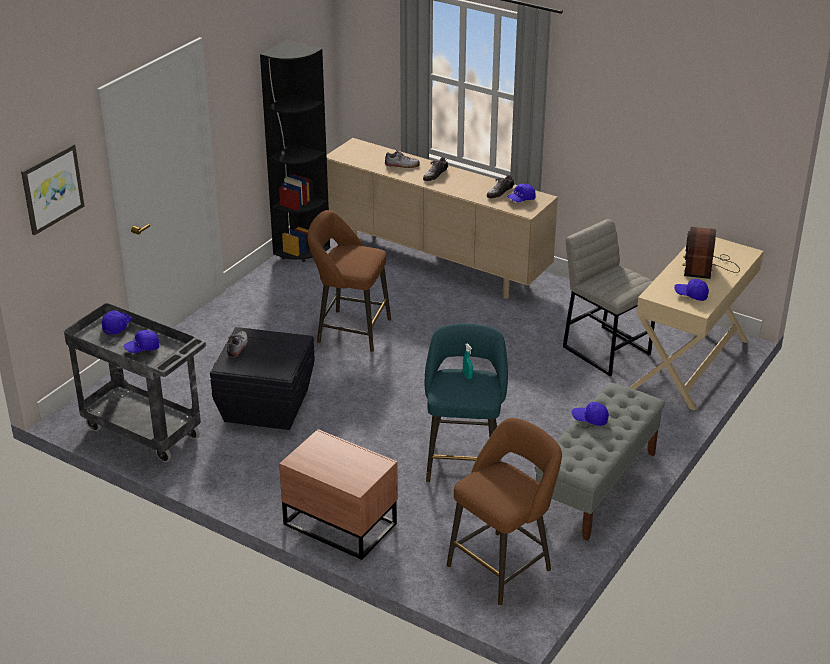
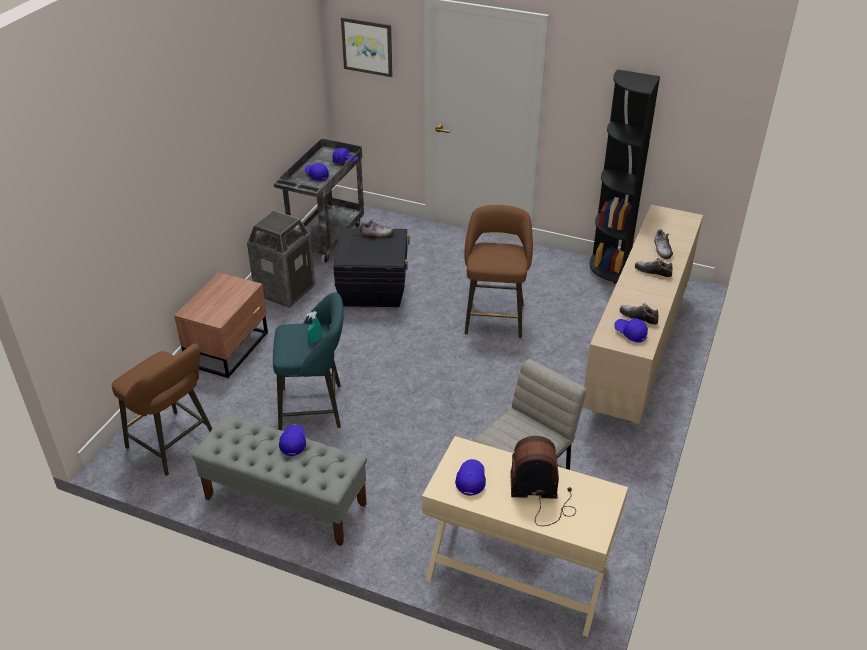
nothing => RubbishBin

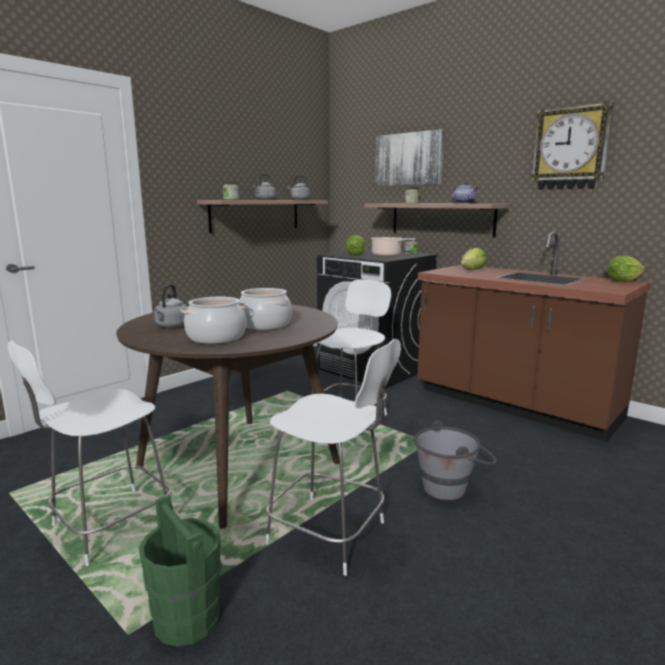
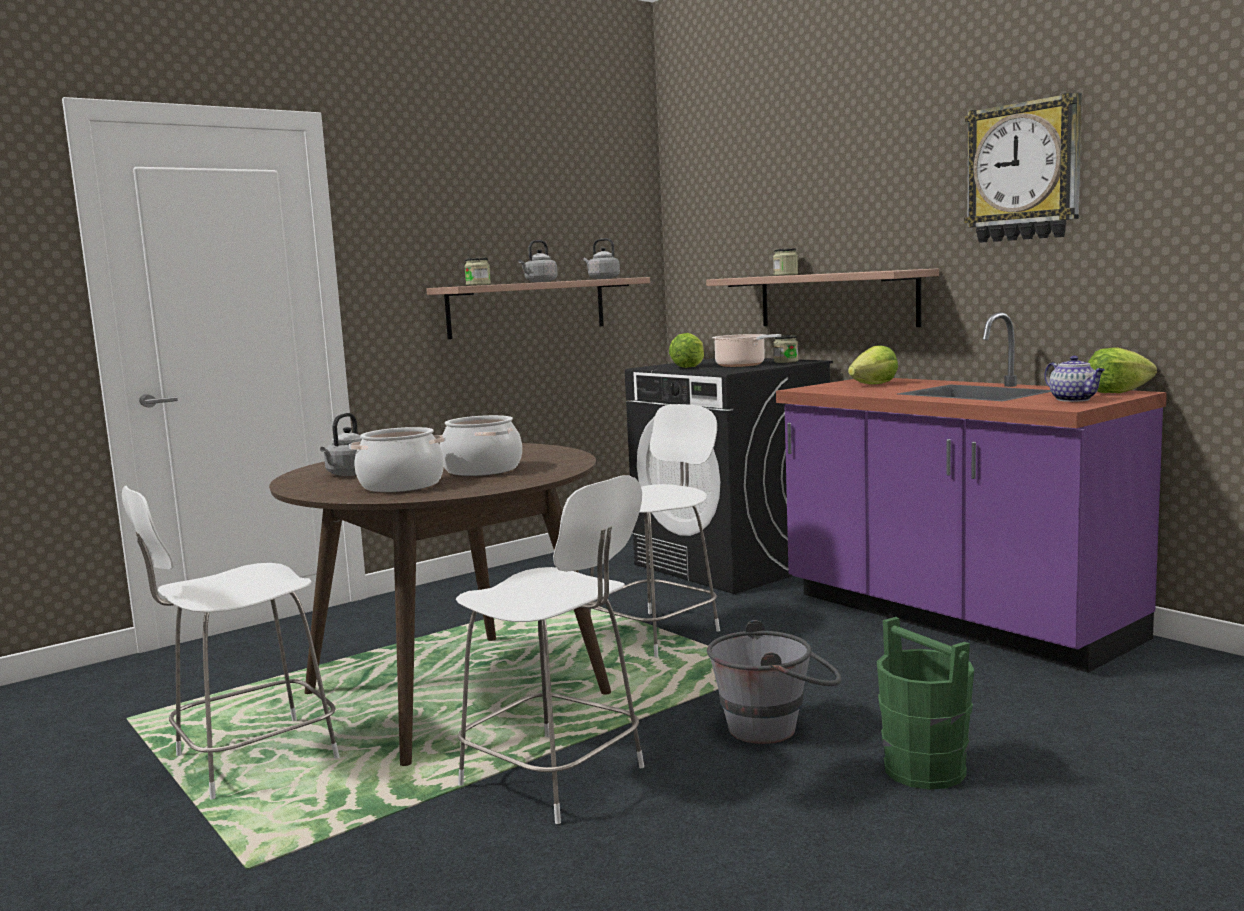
GreenBucket, move
WallArt => nothing
BrownColouredCounter => PurpleColouredCounter
TeaPot, move

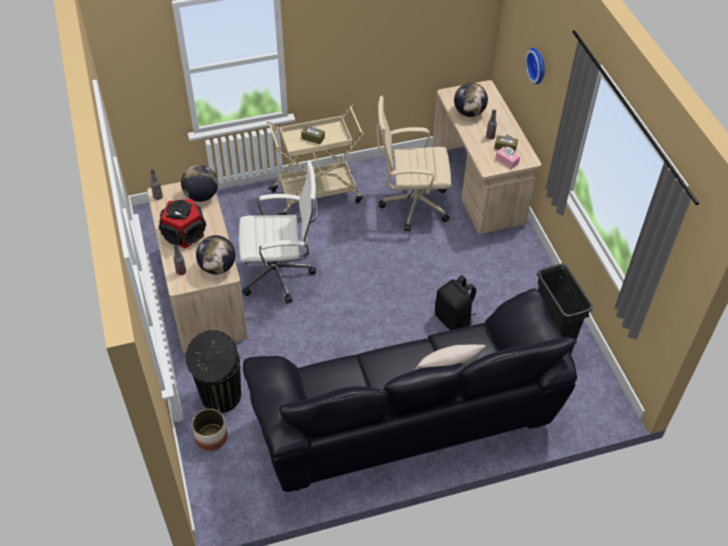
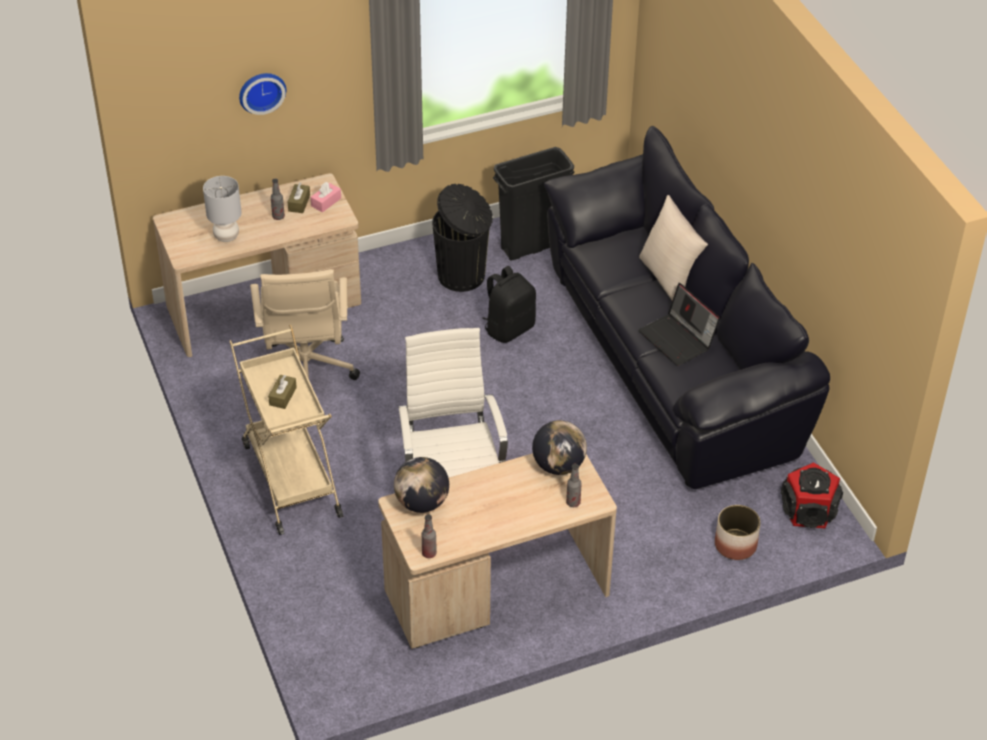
Loudspeaker, move
BlackRubbishBin (1st from left), move
DeskGlobe (3rd from left) => GrayTableLamp
nothing => Laptop

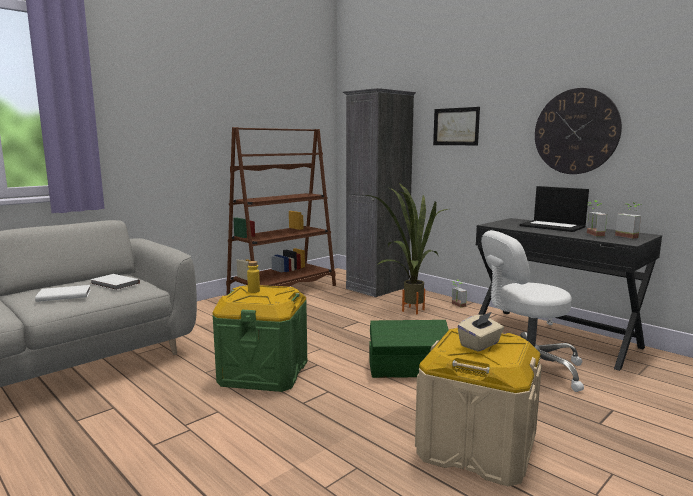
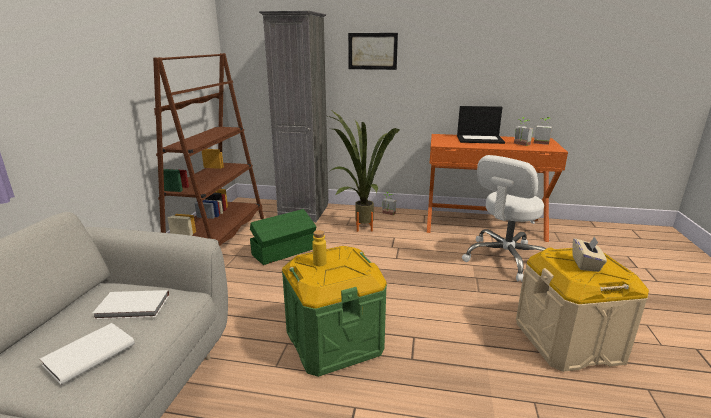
GreenStorageContainer (2nd from left in the first image) => GreenStorageContainer (1st from left), move
BlackDeskUnit => OrangeDeskUnit
HangingClock => nothing

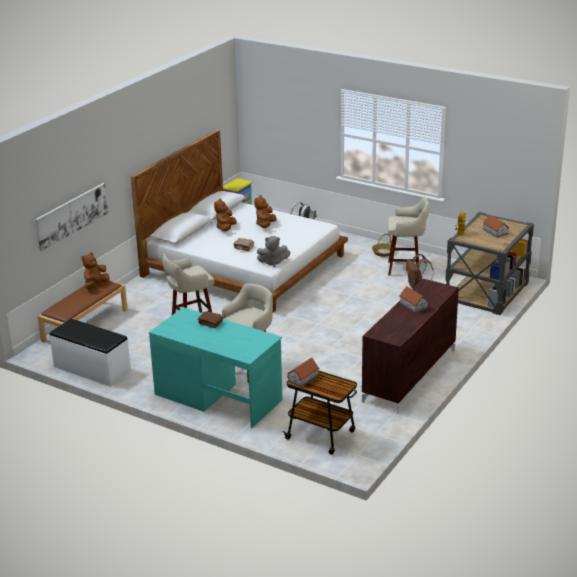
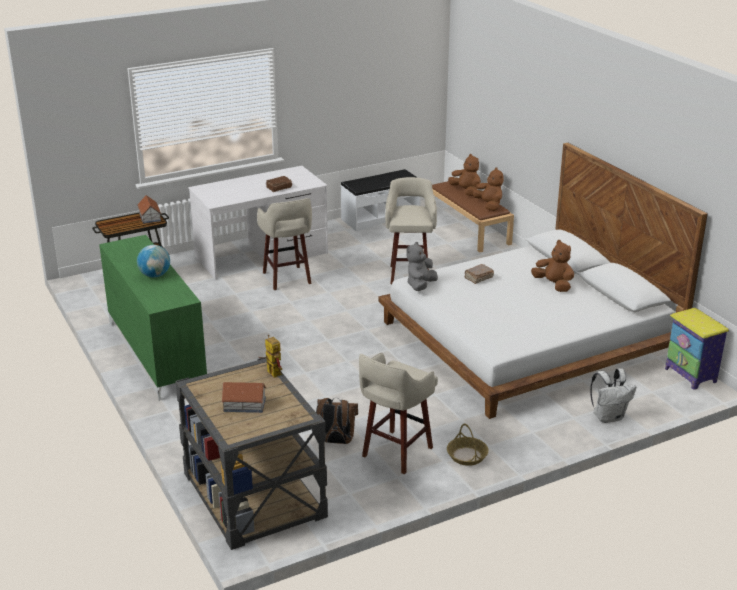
WallArt => nothing
TurquoiseColouredDeskUnit => WhitishDeskUnit
BrownColouredCuddlyToy (3rd from left in the first image) => BrownColouredCuddlyToy (1st from left), move
BrownColouredDresser => GreenDresser
ToyHouse (2nd from left) => DeskGlobe

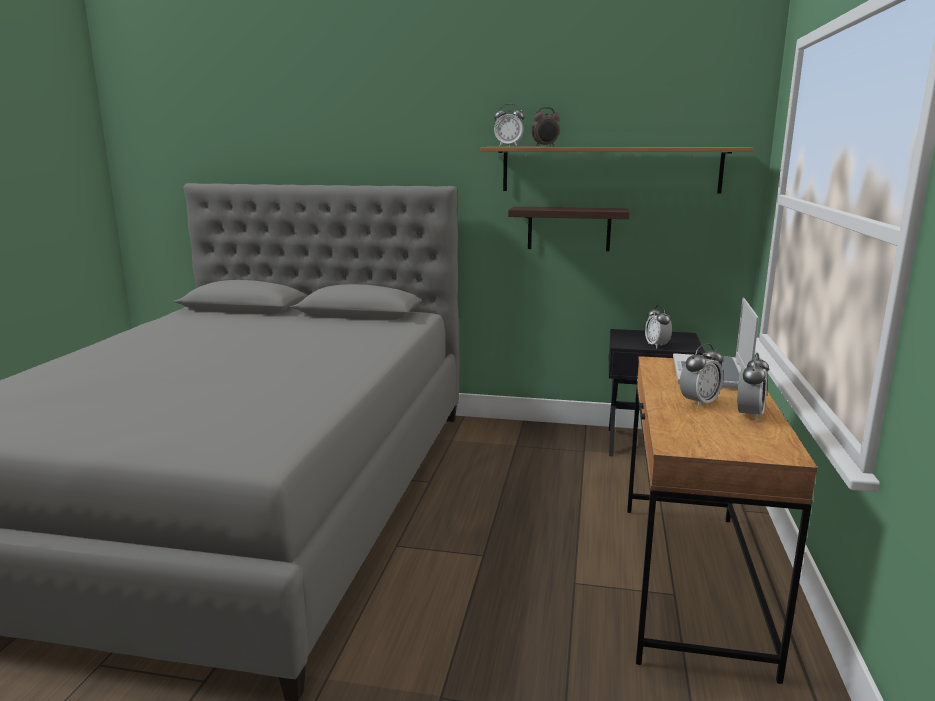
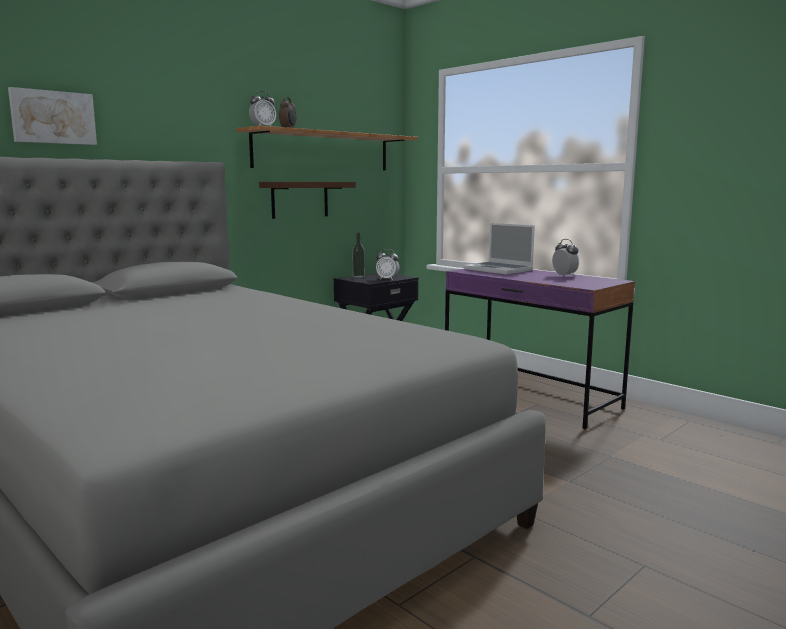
BrownColouredDeskUnit => PurpleColouredDeskUnit
AlarmClock (4th from left) => nothing
nothing => WallArt
nothing => DrinkBottle

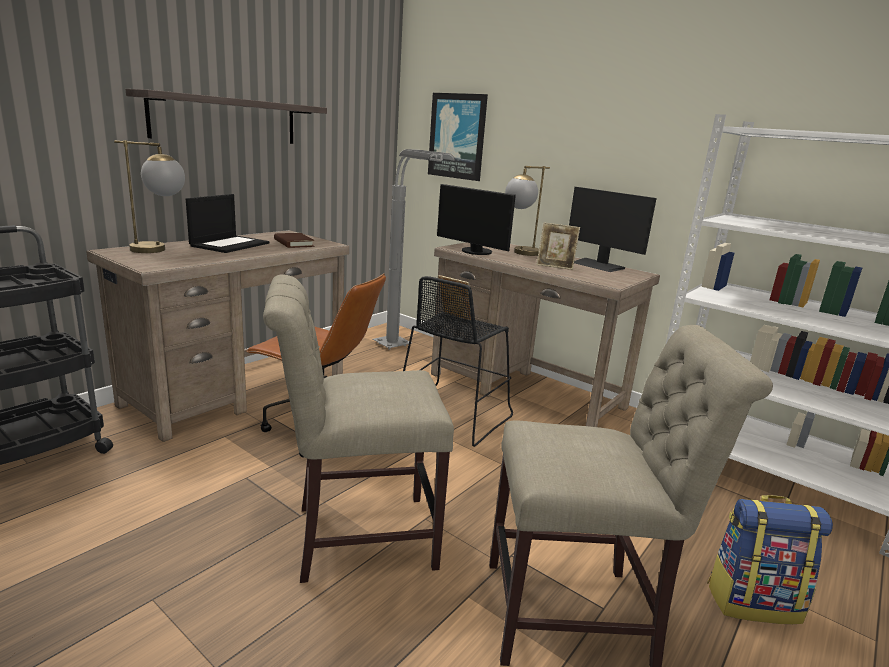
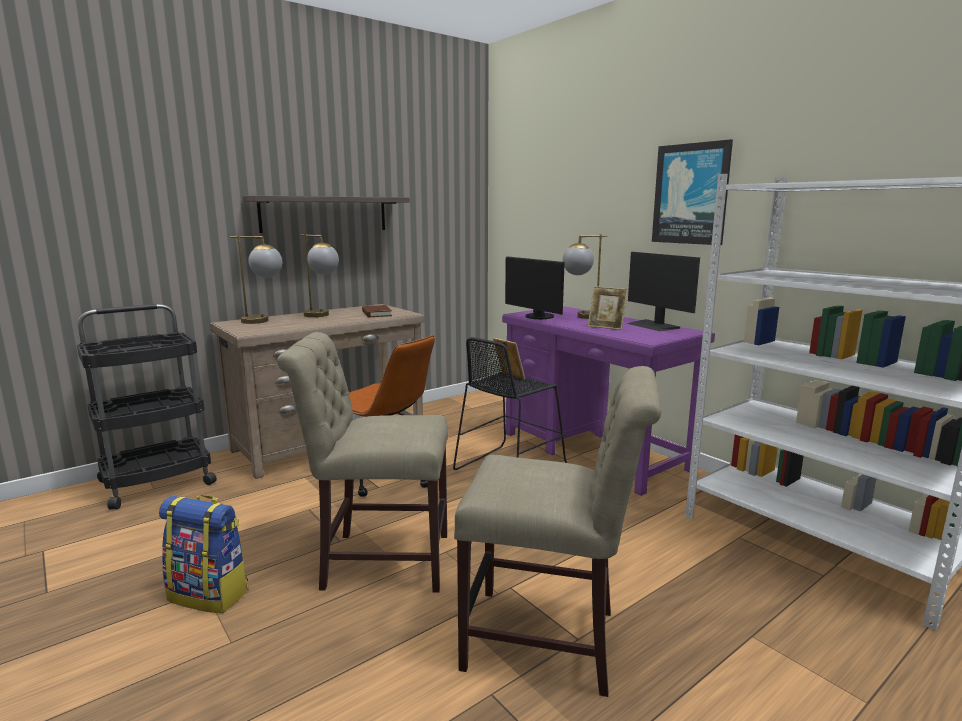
Laptop => TableLamp (2nd from left)
GrayStandardLamp => nothing
WallArt, move
BrownColouredDeskUnit (2nd from left) => PurpleColouredDeskUnit
Knapsack, move

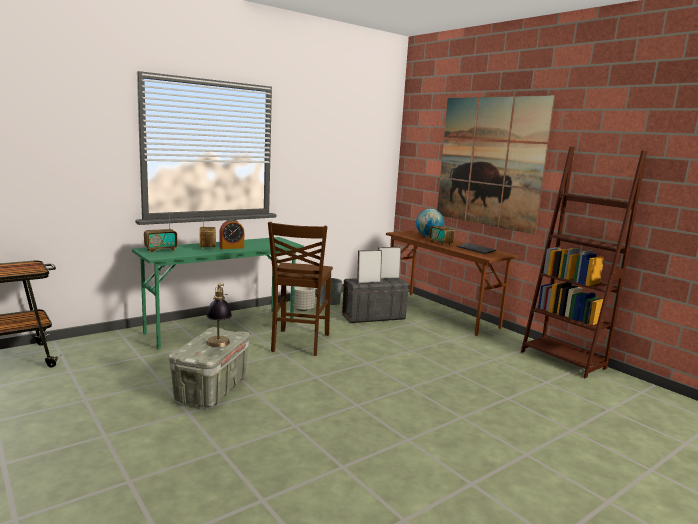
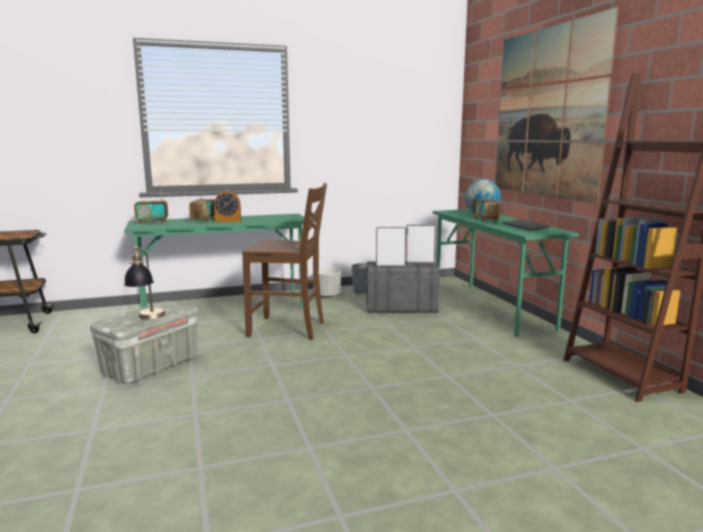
BrownColouredPlainChair, 105 degrees counterclockwise
BrownColouredDeskUnit => GreenDeskUnit (2nd from left)

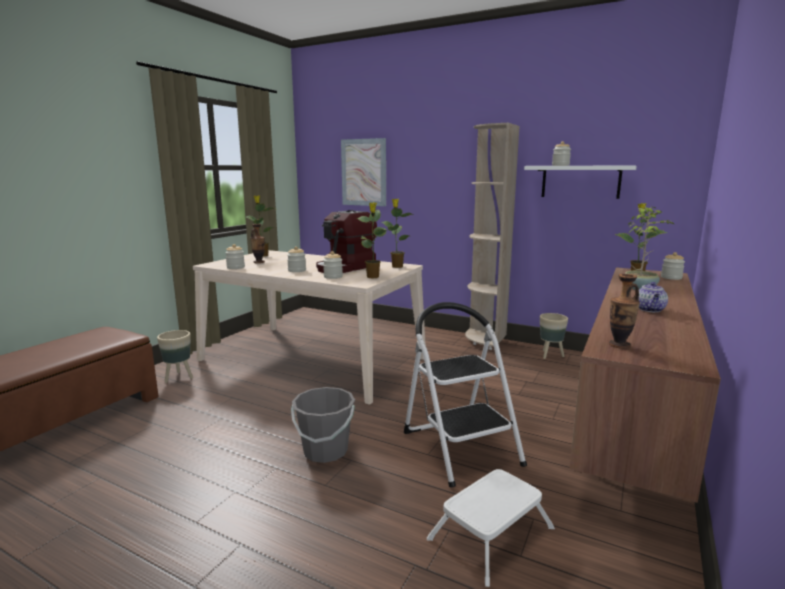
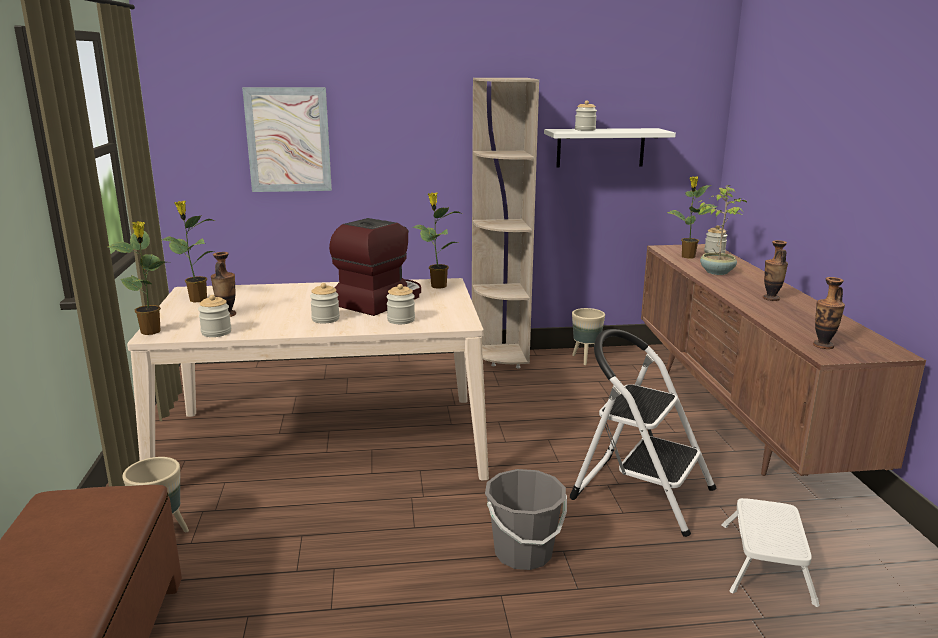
CoffeeMachine, 150 degrees counterclockwise
PlantInAPot (2nd from left in the first image) => PlantInAPot (1st from left), move
TeaPot => Vase (2nd from left)

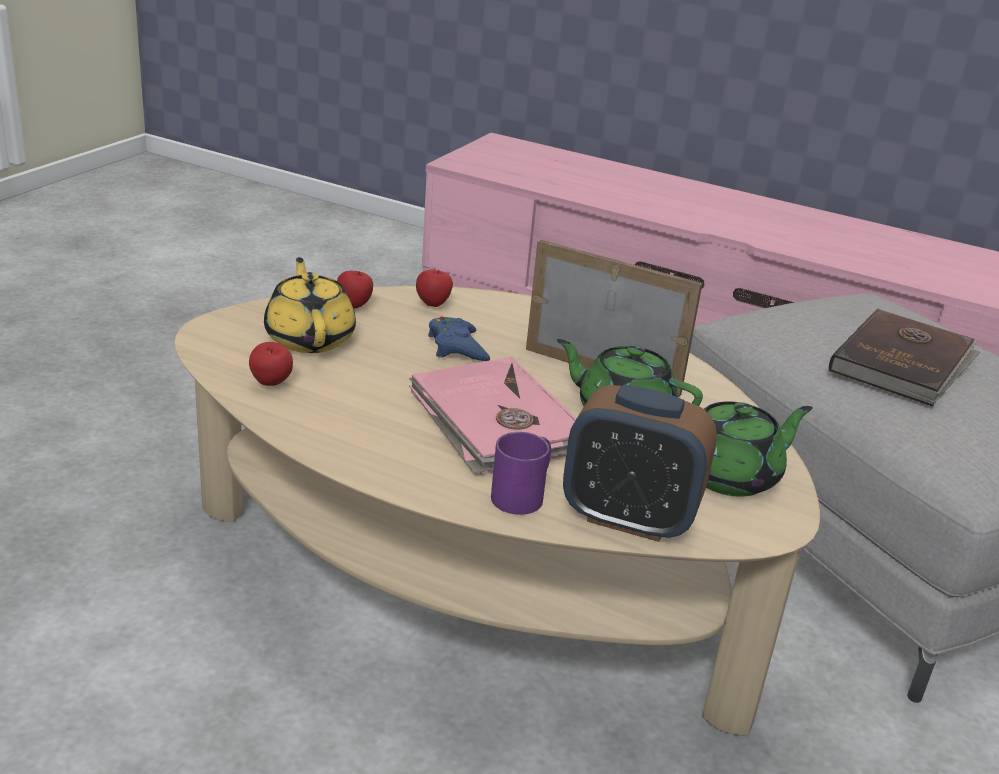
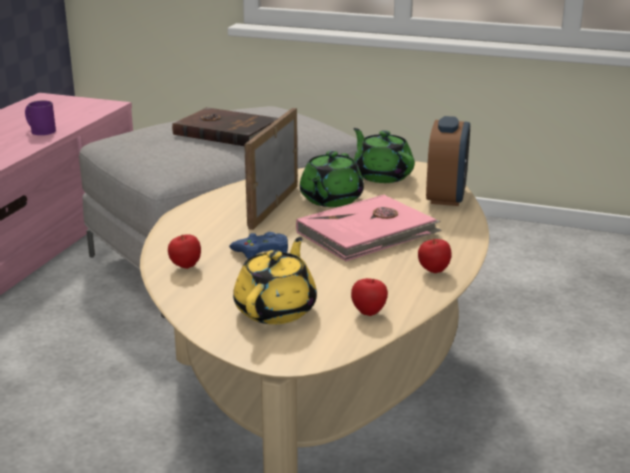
YellowColouredTeaPot, 135 degrees clockwise
AppleFruit (2nd from left in the first image) => AppleFruit (3rd from left), move
PurpleColouredTeaMug, move

